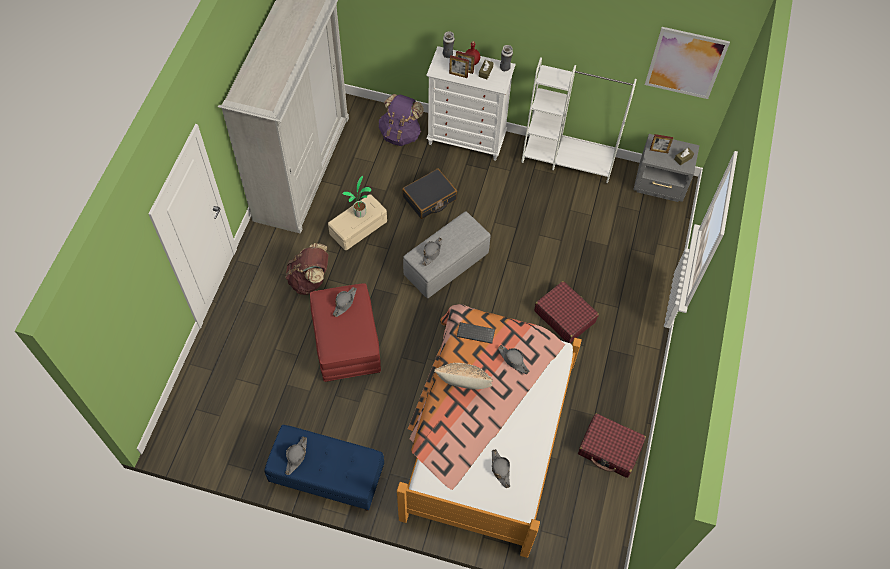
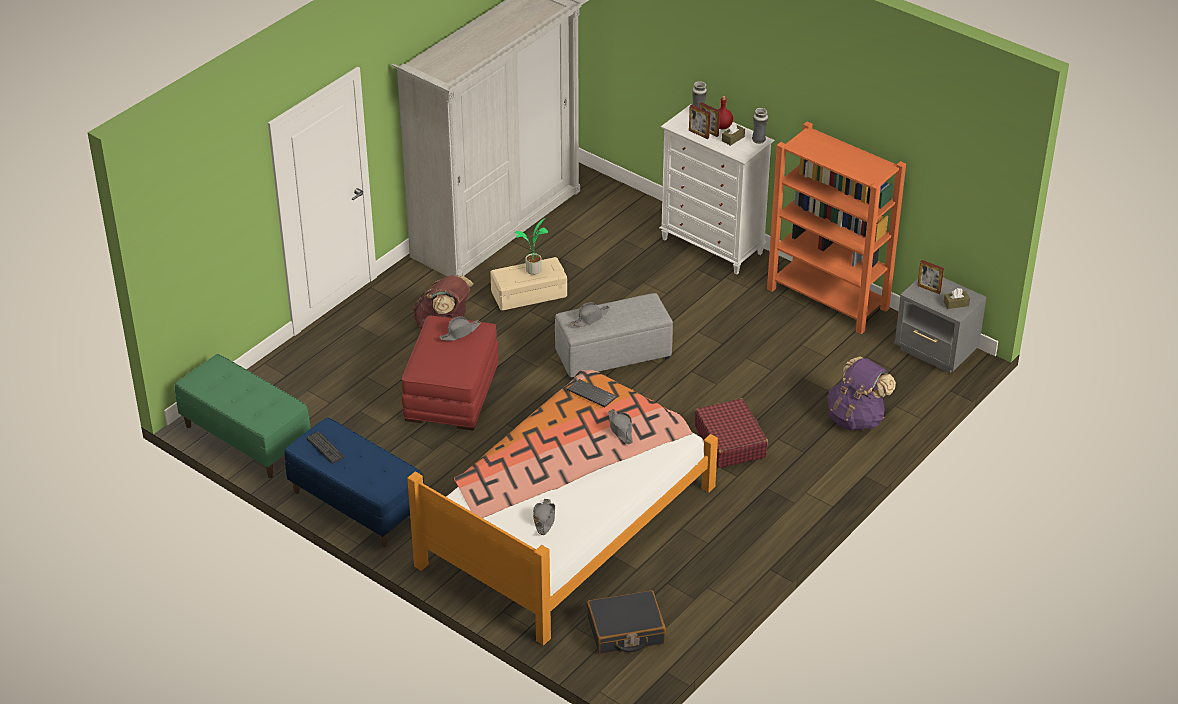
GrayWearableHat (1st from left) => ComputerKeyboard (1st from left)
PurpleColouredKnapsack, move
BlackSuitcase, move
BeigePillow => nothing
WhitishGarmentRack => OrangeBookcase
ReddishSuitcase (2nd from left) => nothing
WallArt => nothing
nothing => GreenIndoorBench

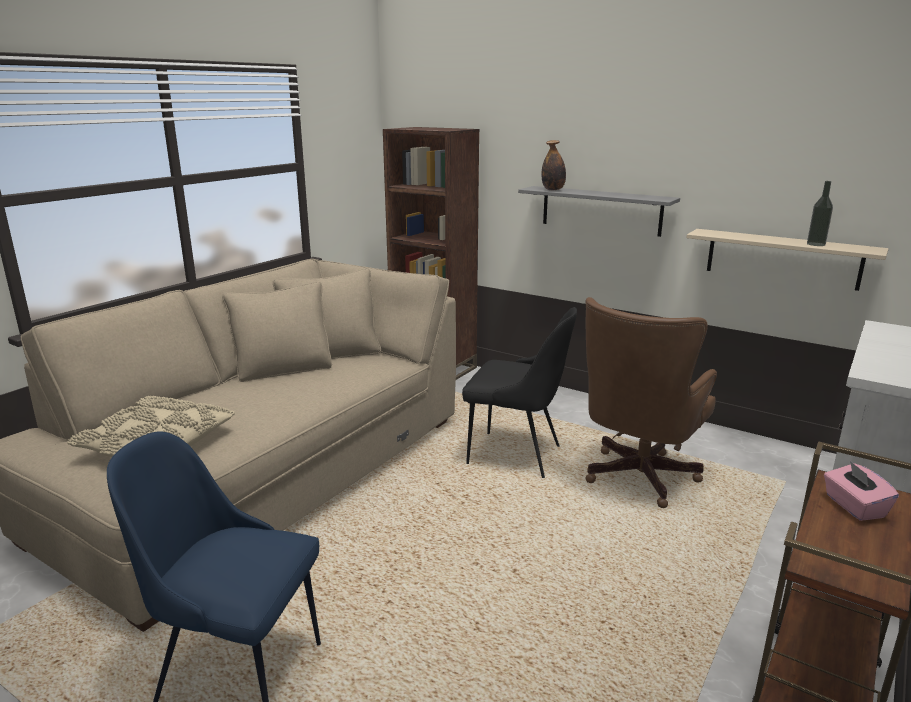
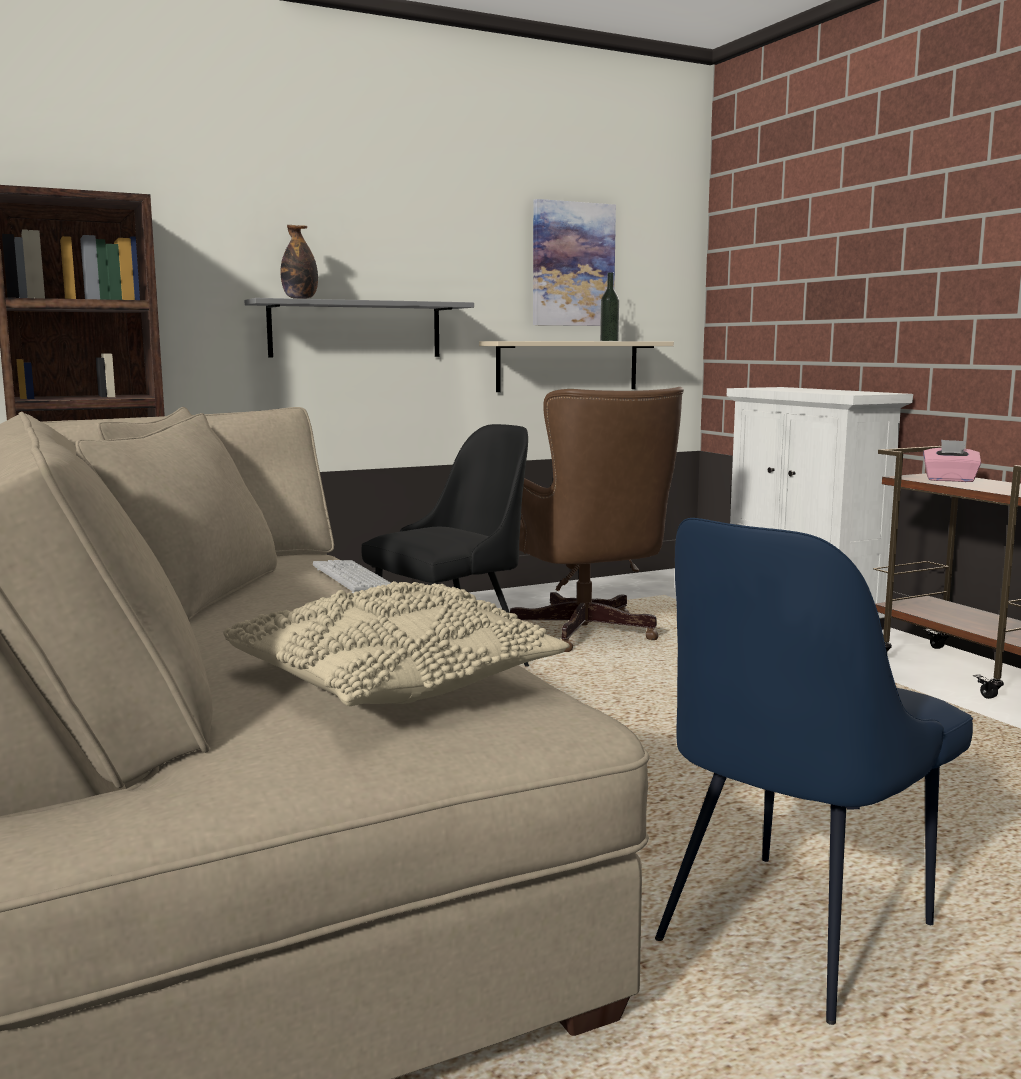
nothing => ComputerKeyboard
nothing => WallArt

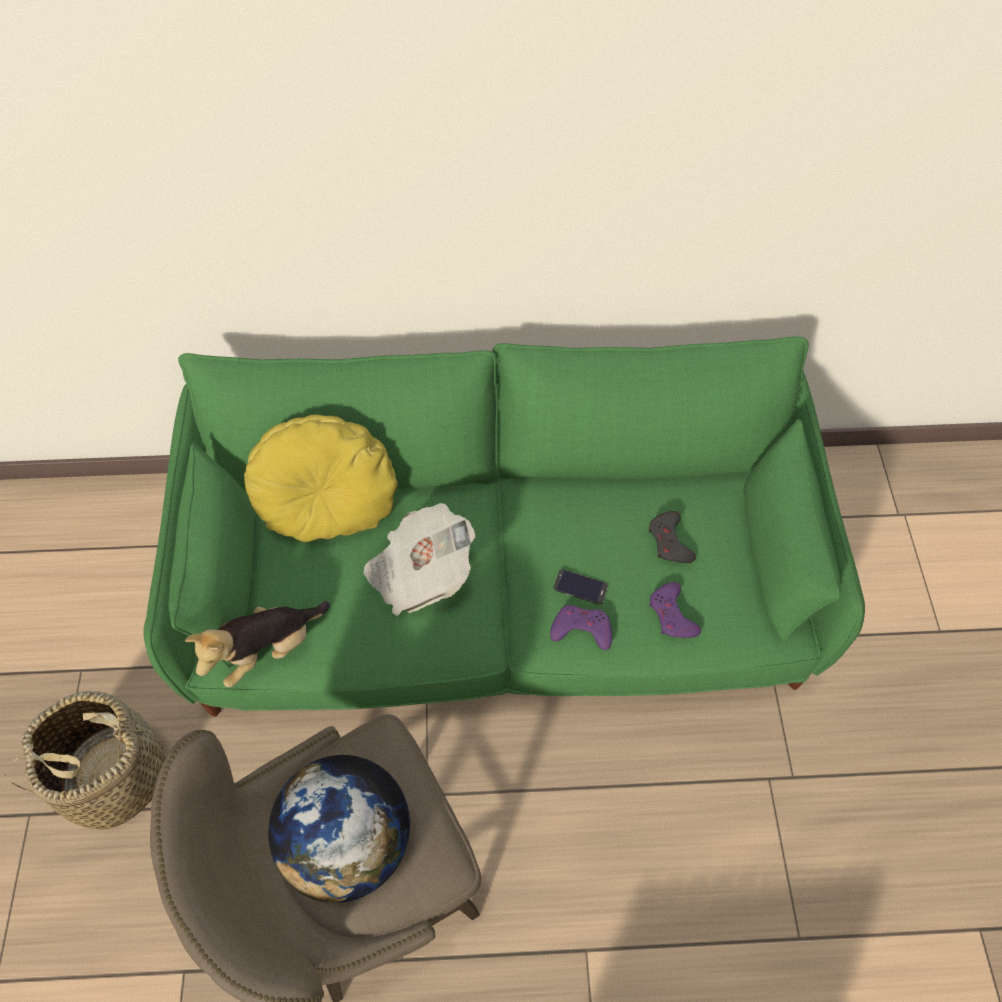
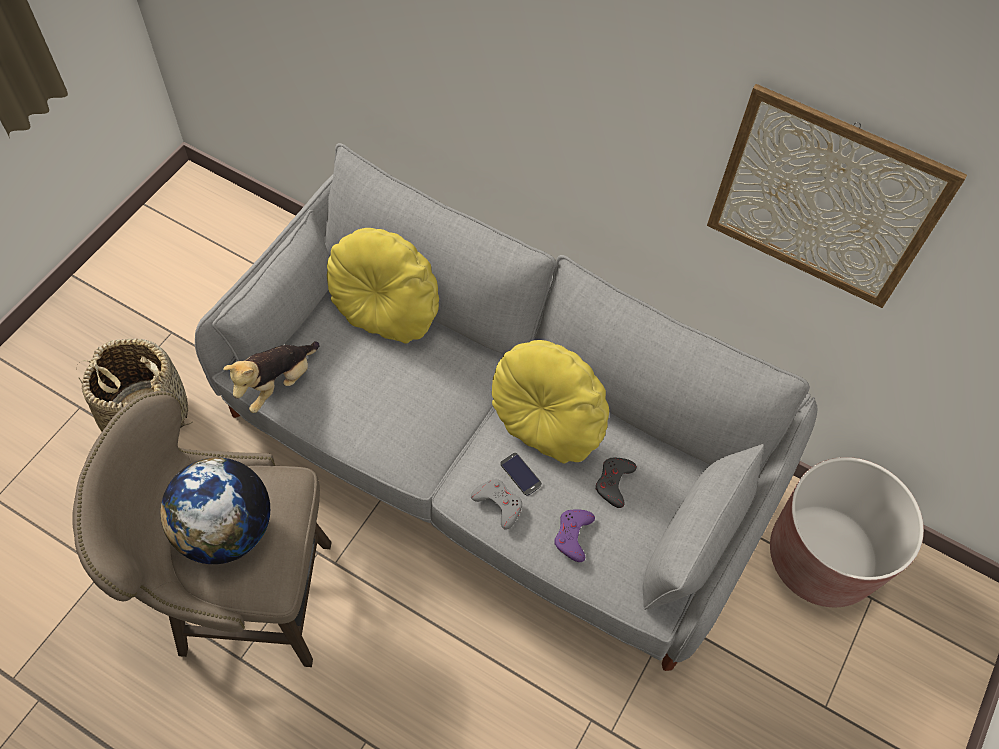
GreenCouch => GrayCouch
CuddlyToy, 45 degrees counterclockwise
DailyPaper => nothing
PurpleColouredGameController (1st from left) => GrayGameController (1st from left)
nothing => YellowColouredPillow (2nd from left)
nothing => WallArt
nothing => BrownColouredFlowerPot

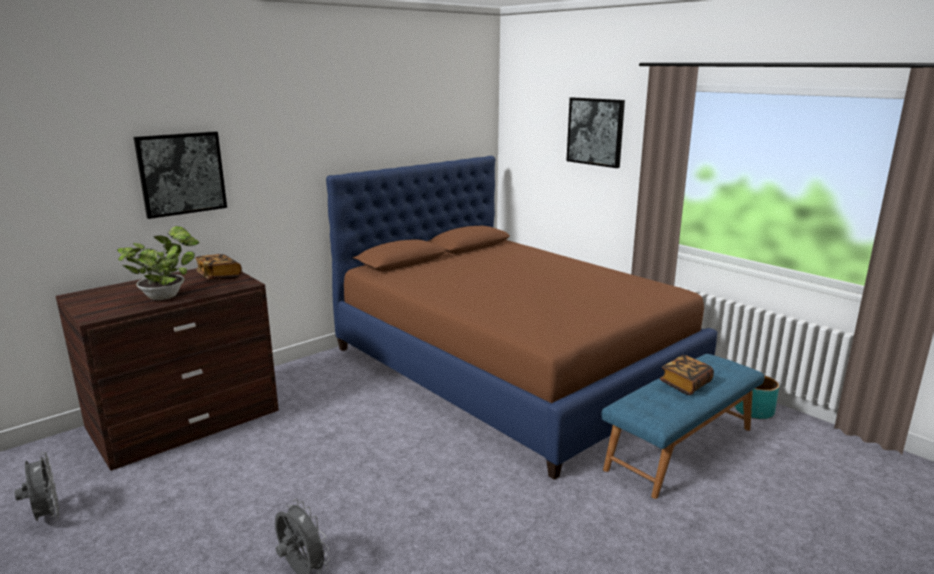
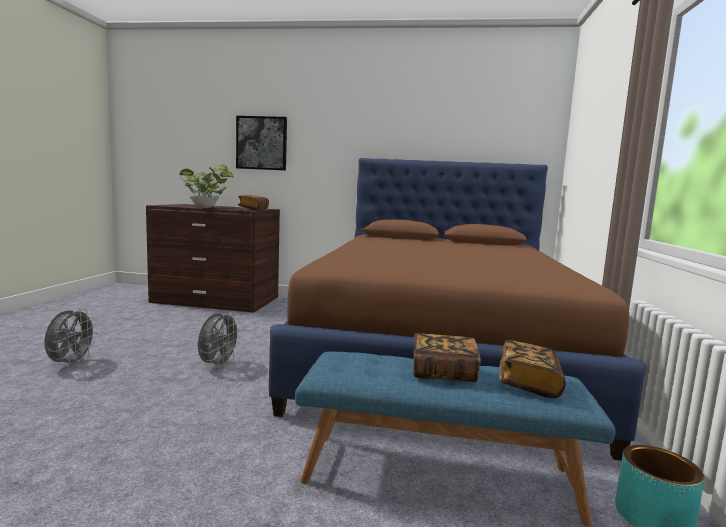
GrayElectricFan (1st from left in the first image) => GrayElectricFan (2nd from left), move
WallArt (2nd from left) => nothing
nothing => BoundBook (3rd from left)

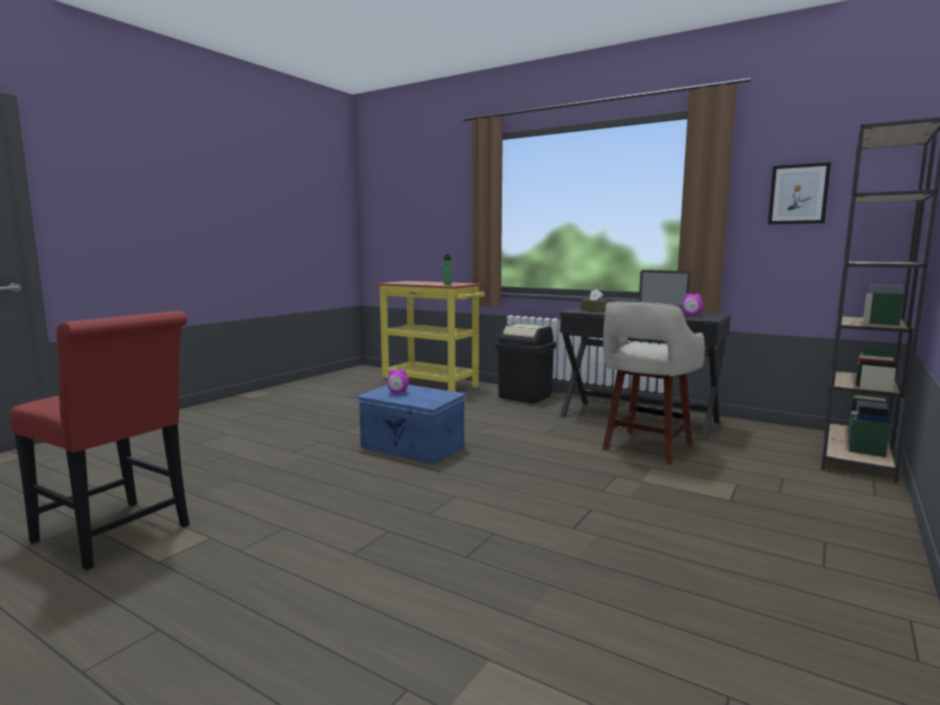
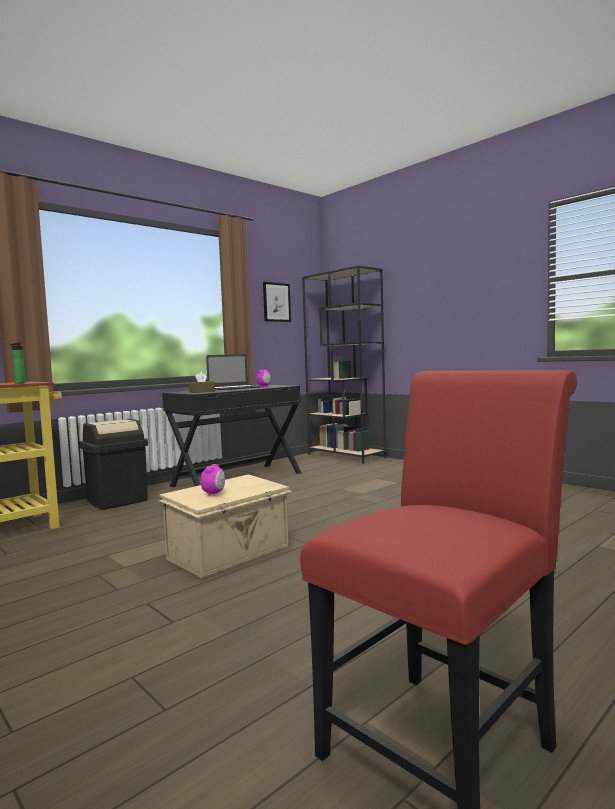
BlueStorageContainer => BeigeStorageContainer
BeigeSittingStool => nothing

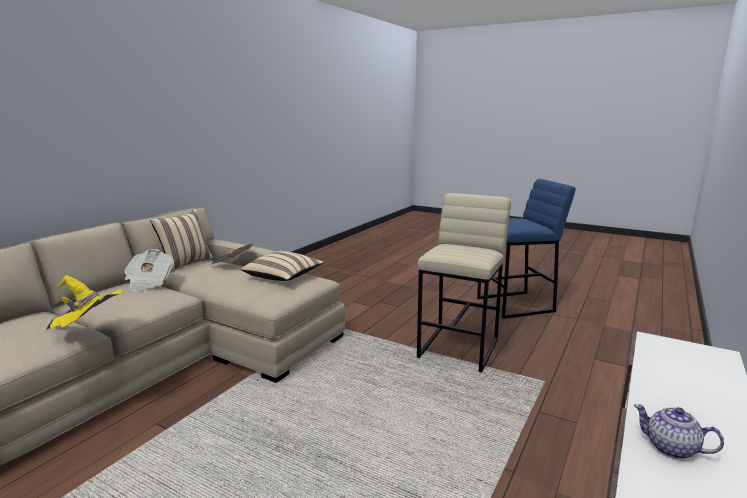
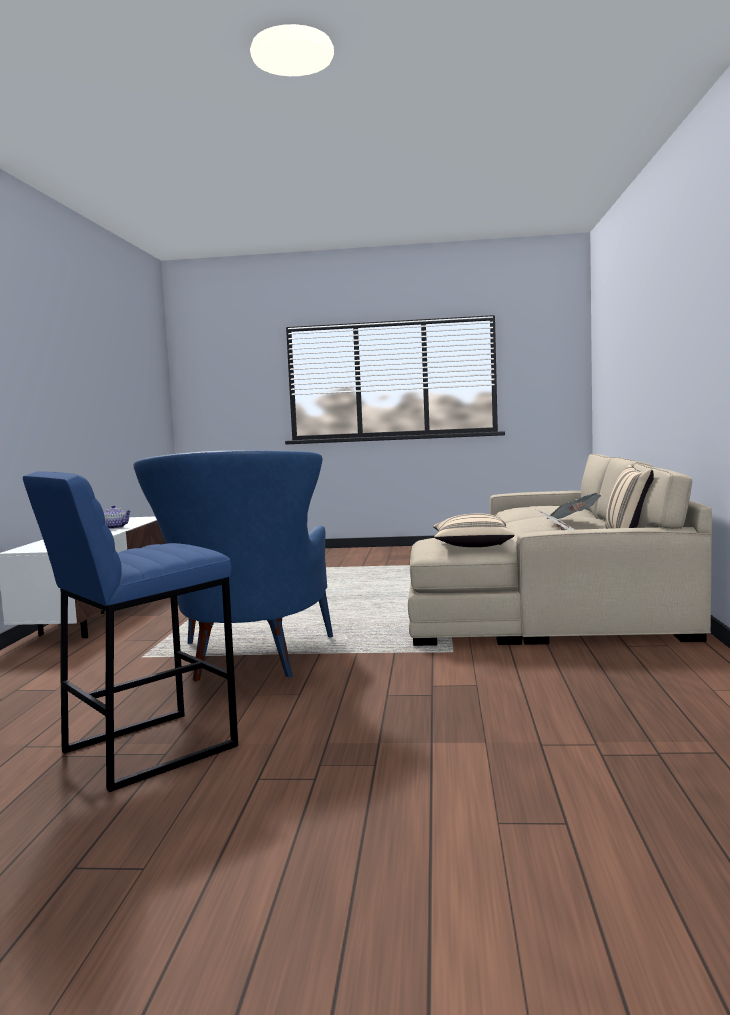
YellowColouredWearableHat => nothing
BeigeSittingStool => BlueLoungeChair

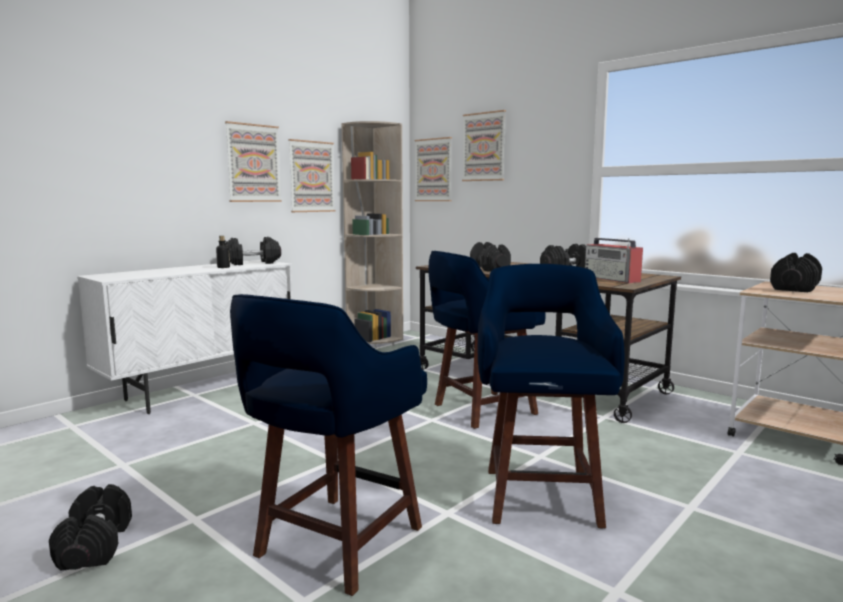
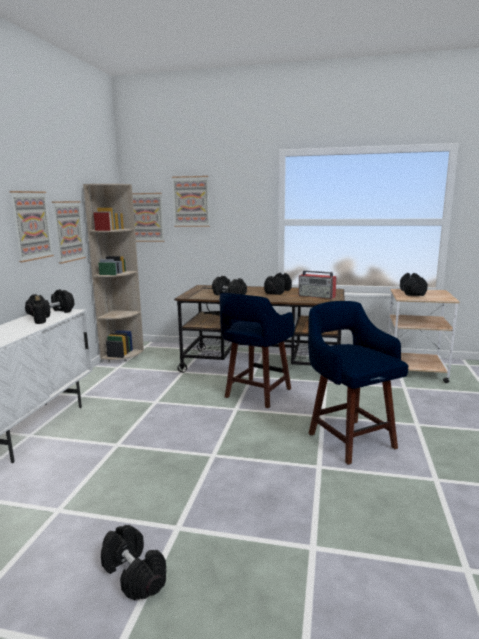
BlueSittingStool (1st from left) => nothing

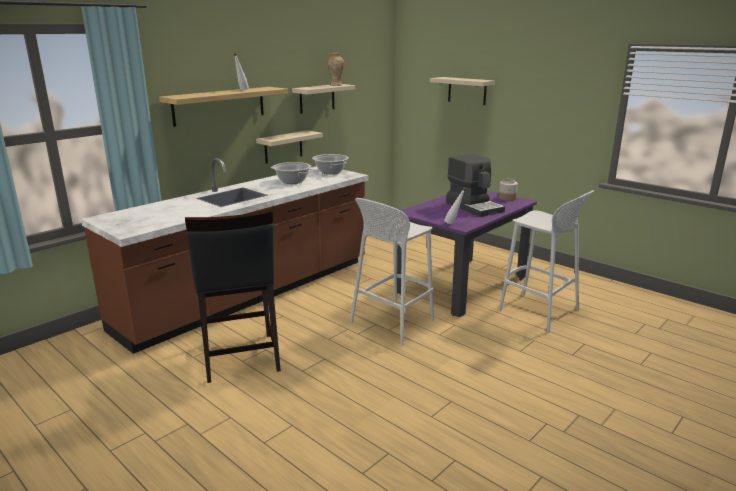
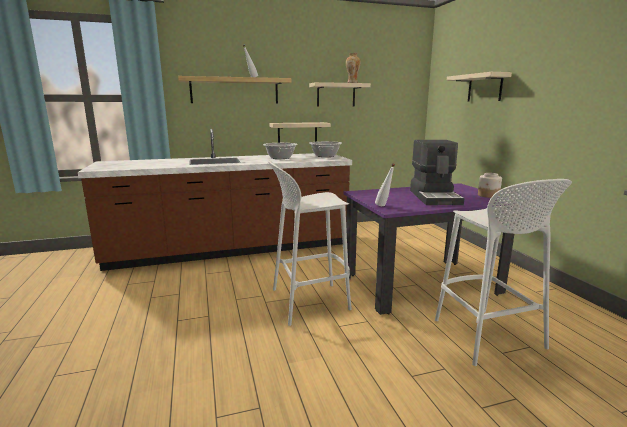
BlackSittingStool => nothing

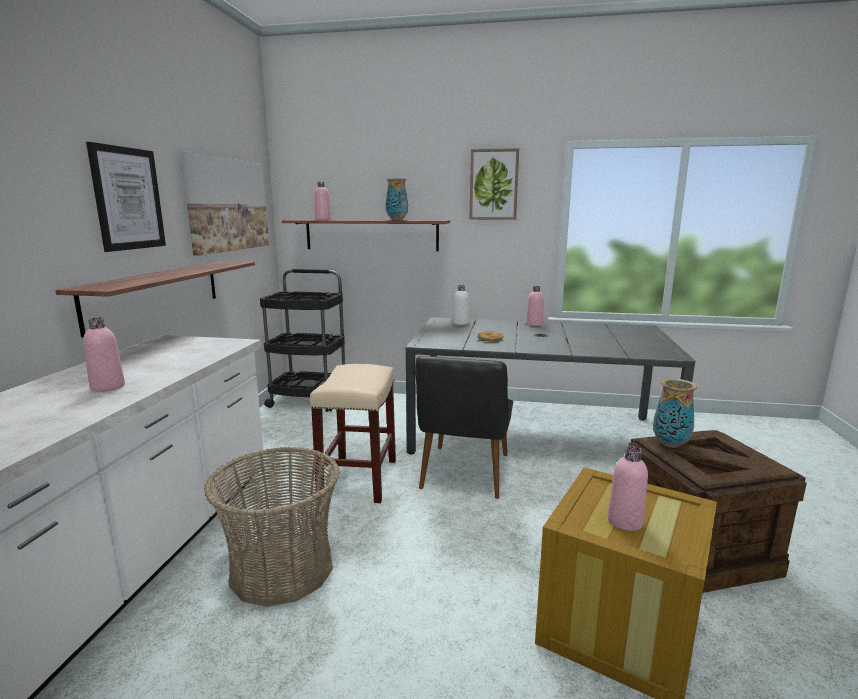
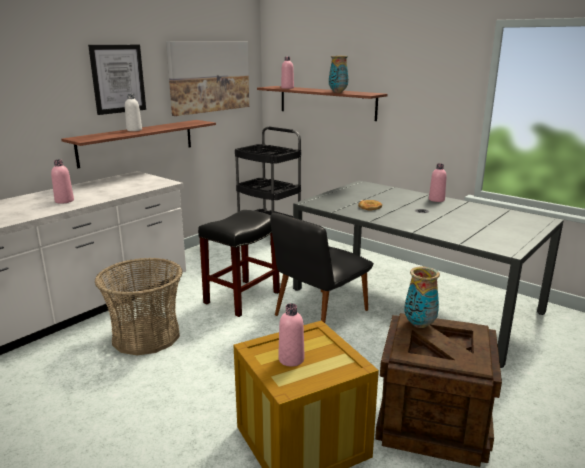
BeigeSittingStool => BlackSittingStool
WhitishDrinkBottle, move
WallArt (3rd from left) => nothing

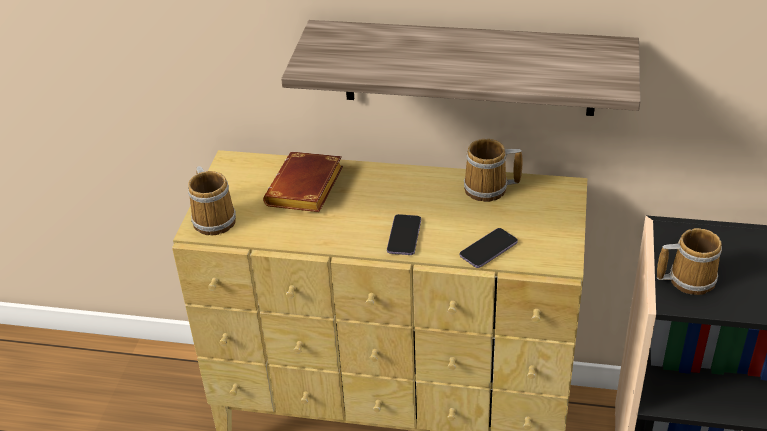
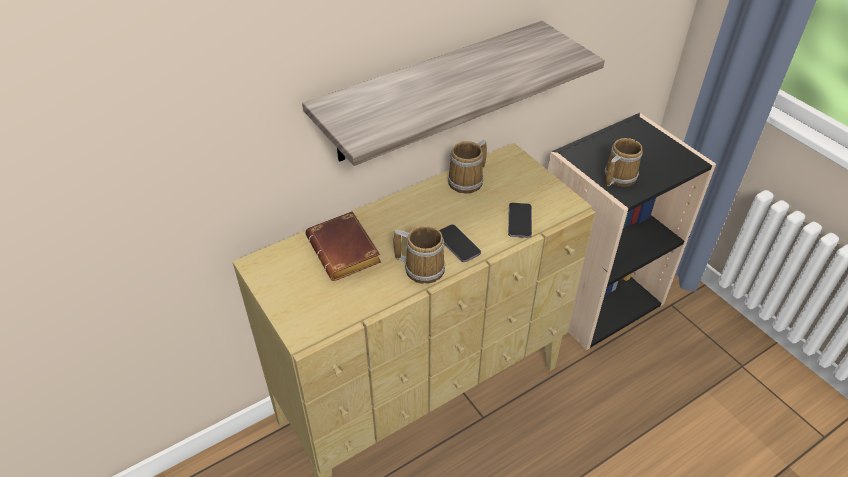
TeaMug (1st from left), move

